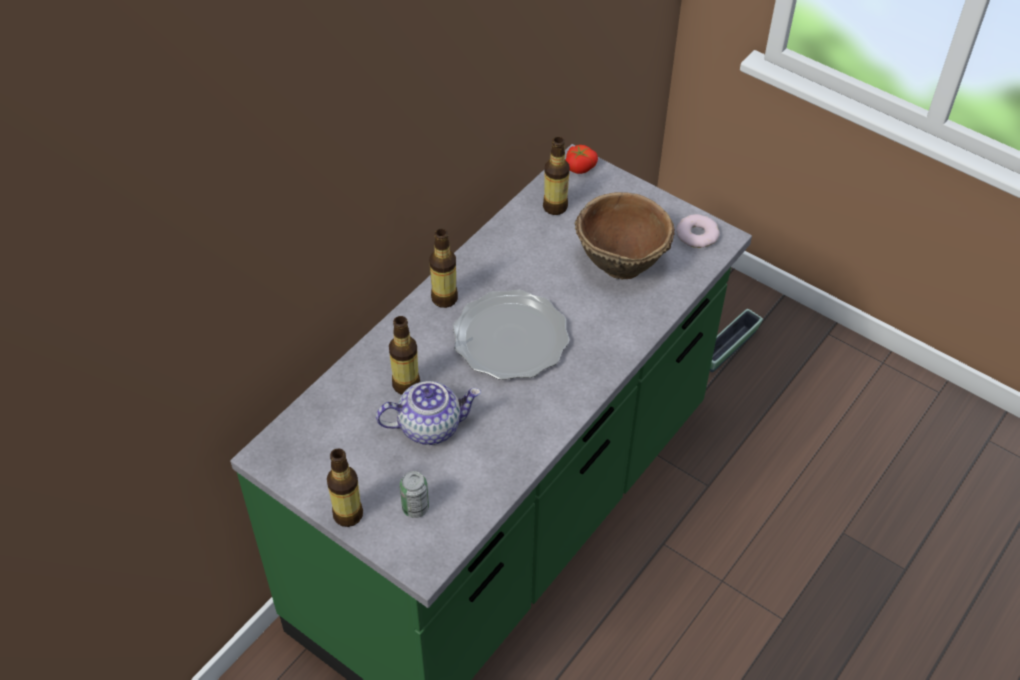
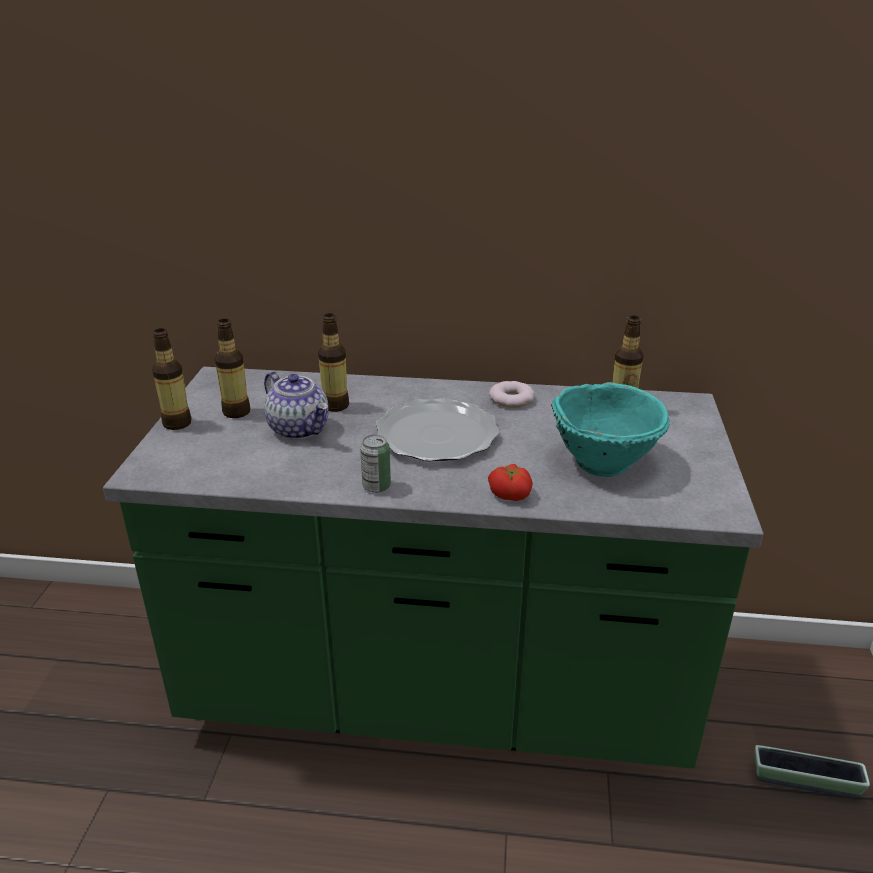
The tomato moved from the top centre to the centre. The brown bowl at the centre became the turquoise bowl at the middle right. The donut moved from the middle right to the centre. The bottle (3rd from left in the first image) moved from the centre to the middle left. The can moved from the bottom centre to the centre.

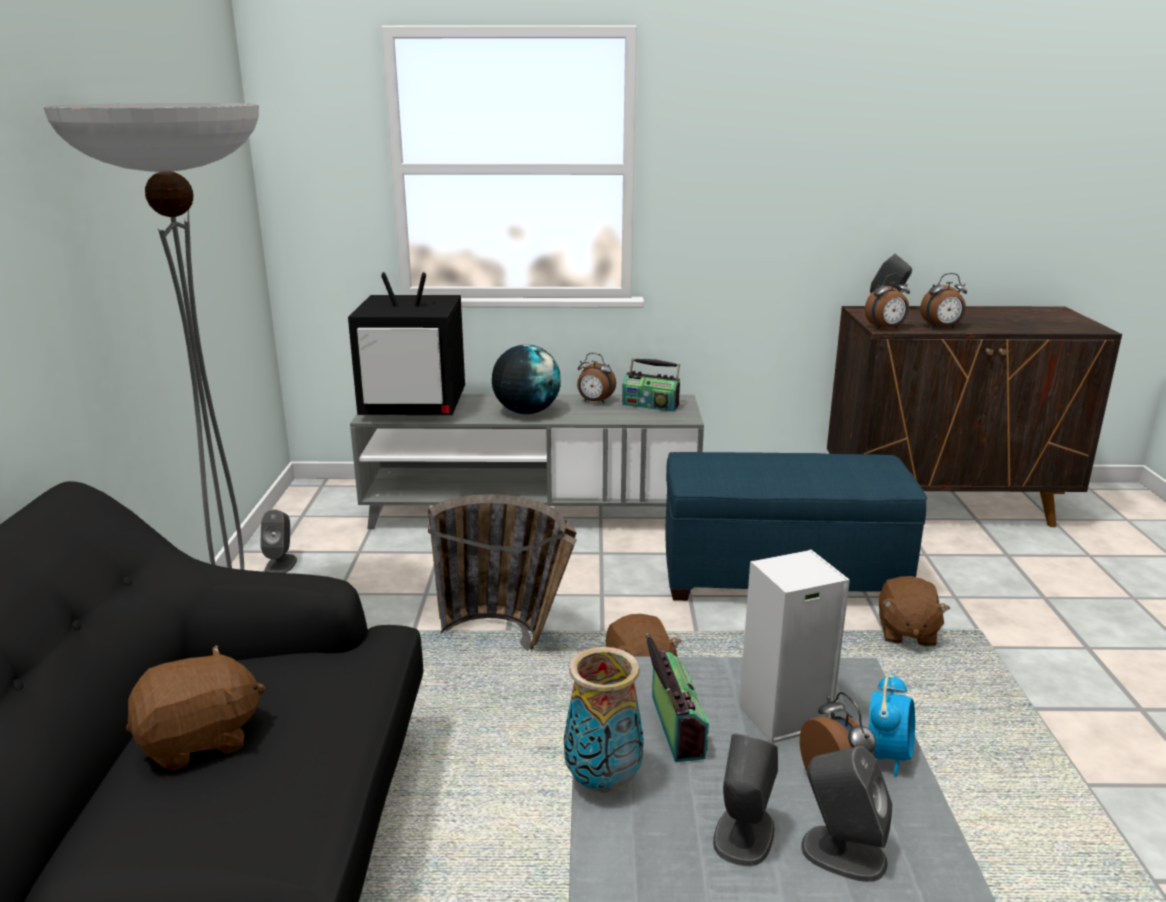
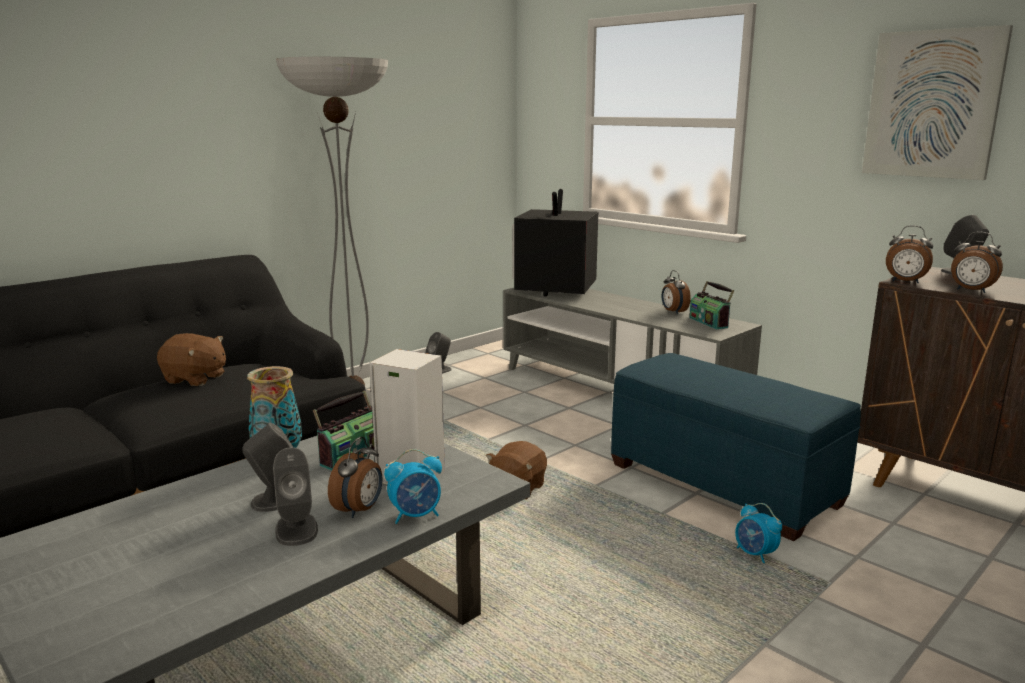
The television at the centre turned 60 degrees clockwise. The globe at the centre disappeared. The basket at the centre disappeared. The brown plush toy (3rd from left) at the bottom right was replaced by the alarm clock (4th from left) at the bottom right. The picture at the top right appeared.

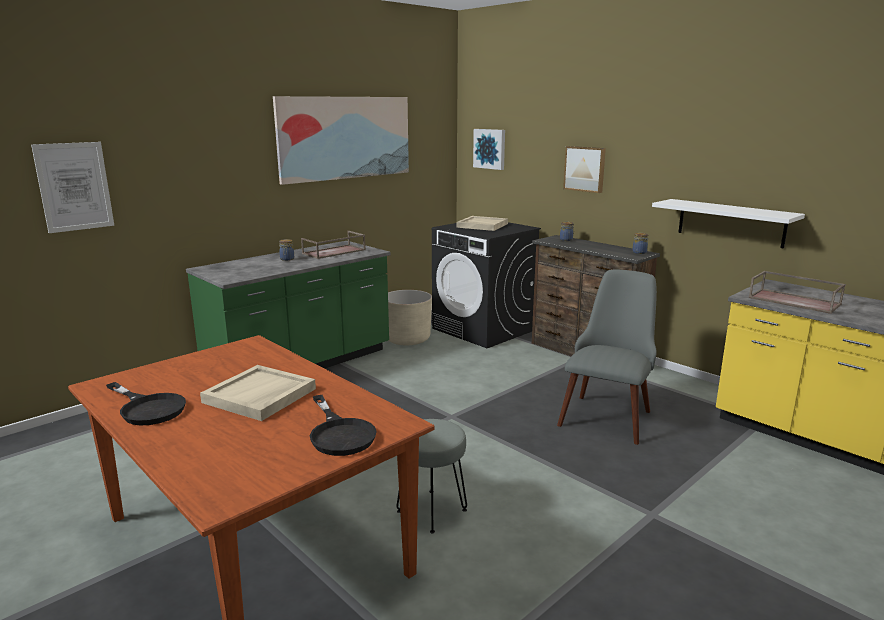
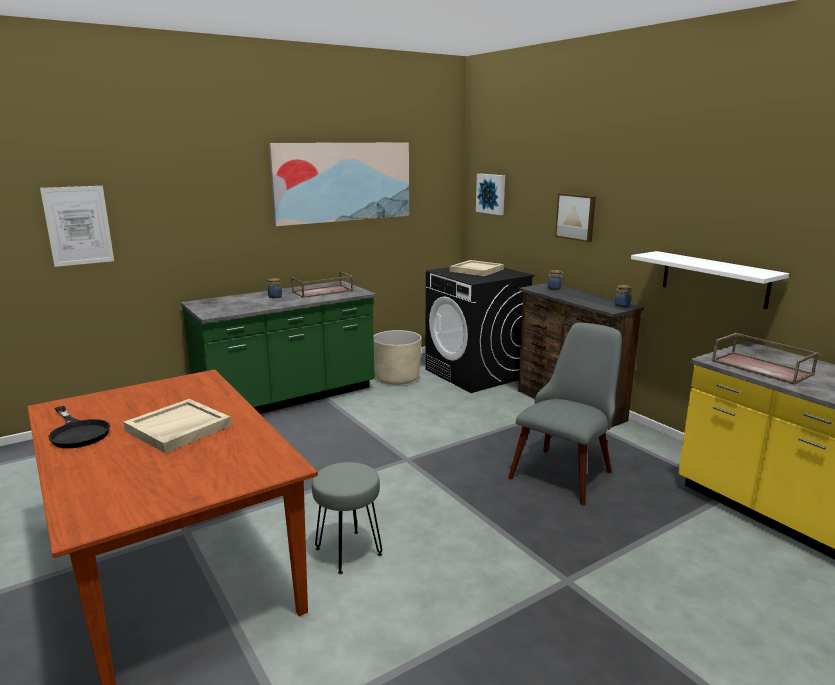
The black frying pan (2nd from left) at the bottom centre disappeared.

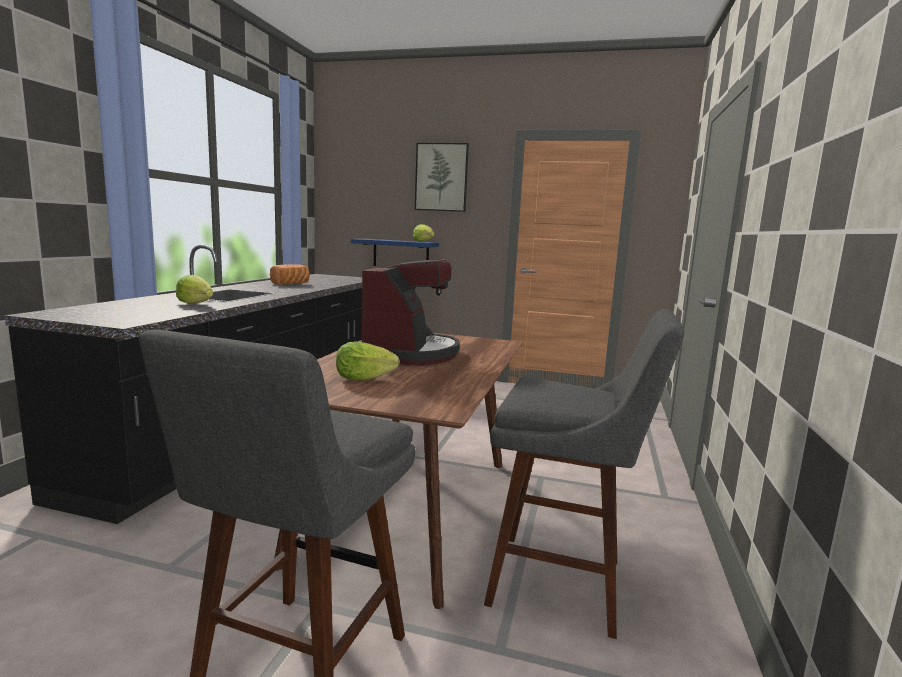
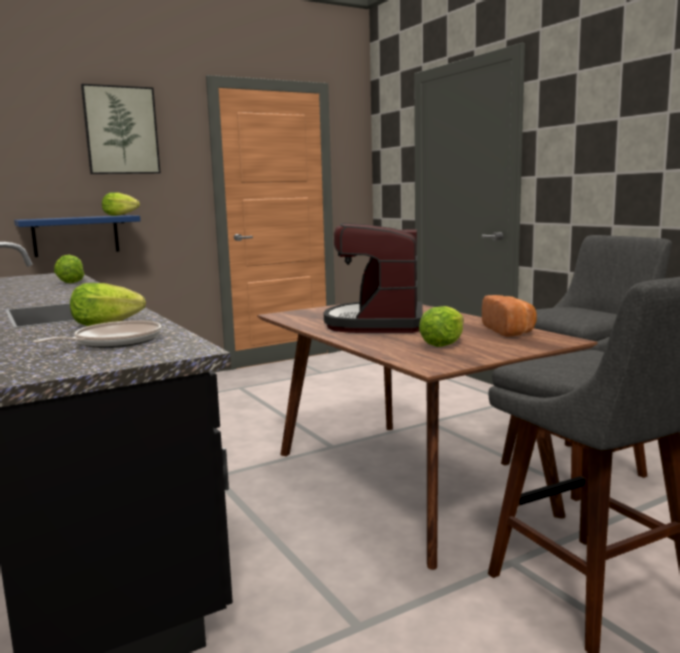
The coffee machine at the centre turned 135 degrees counterclockwise. The bread moved from the middle left to the middle right. The lettuce (1st from left) at the middle left appeared. The frying pan at the middle left appeared.

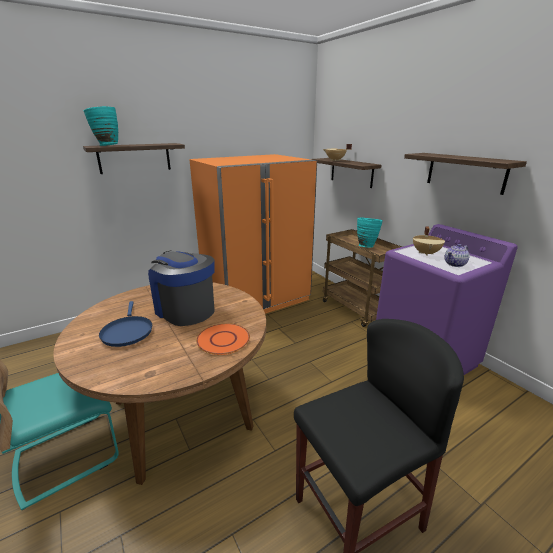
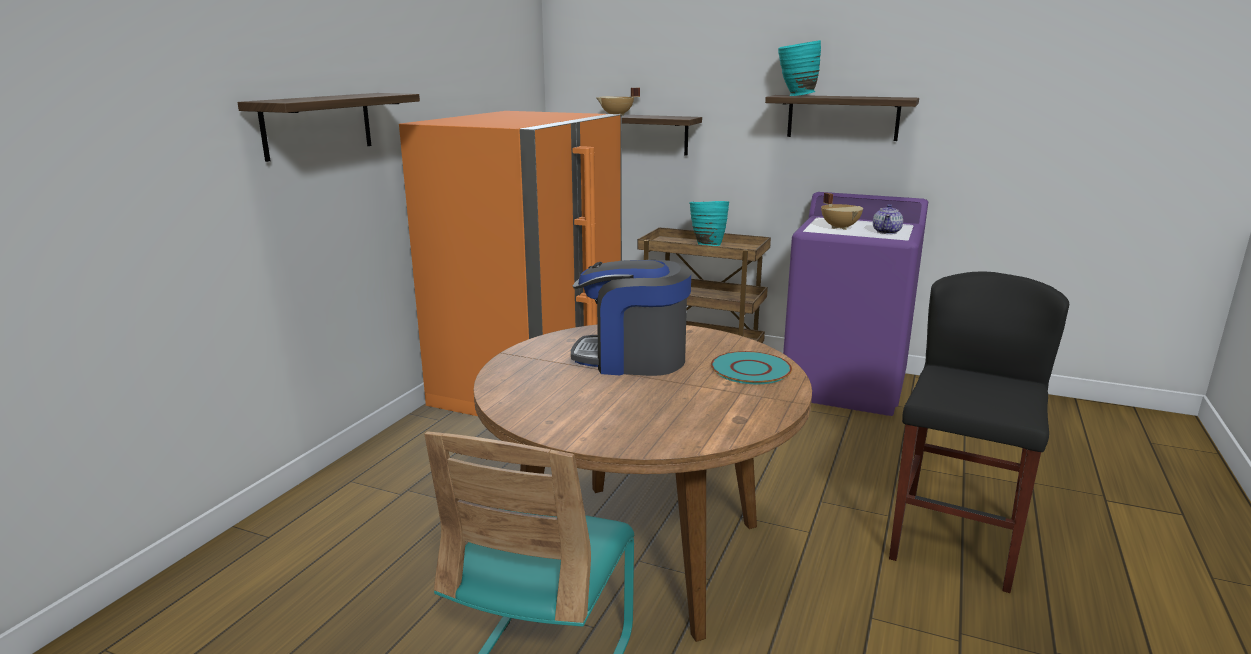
The turquoise vase (1st from left in the first image) moved from the top left to the top centre. The blue frying pan at the middle left disappeared. The orange plate at the centre became the turquoise plate at the centre.

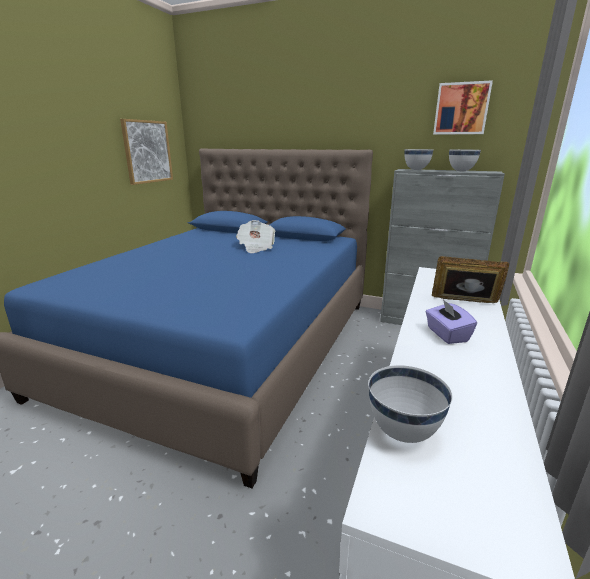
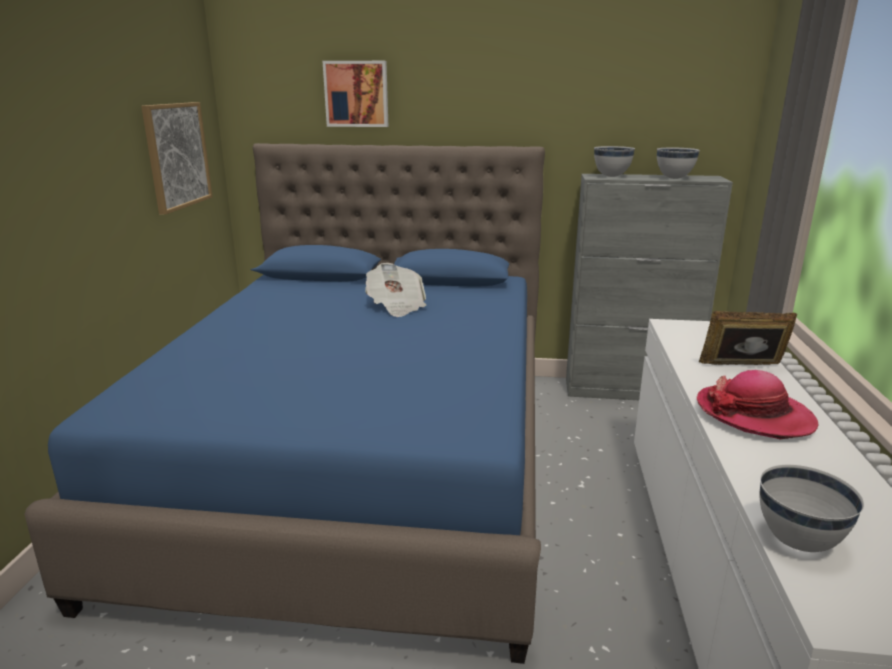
The picture (2nd from left) moved from the top right to the top centre. The purple tissue box at the middle right was replaced by the hat at the middle right.

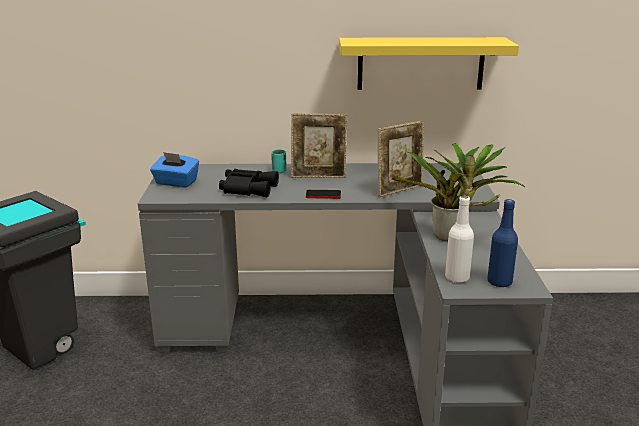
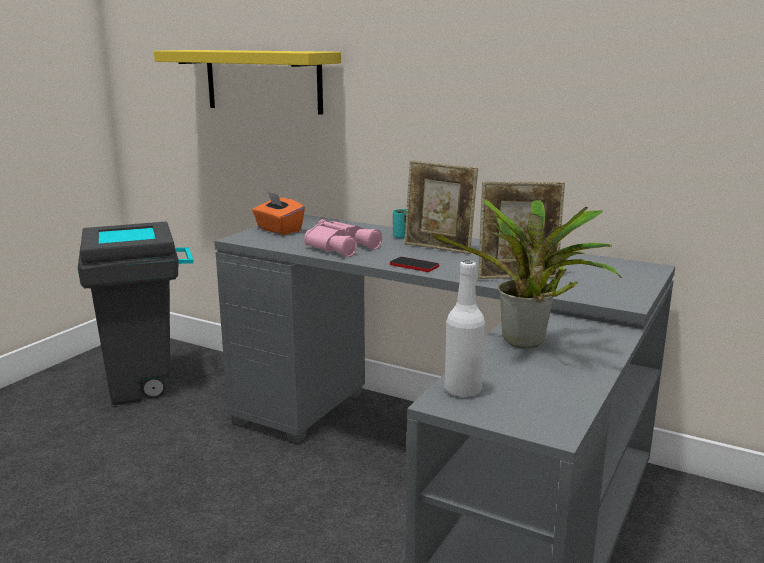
The yellow shelf moved from the top right to the top left. The blue tissue box at the middle left became the orange tissue box at the centre. The black binoculars at the centre became the pink binoculars at the centre. The blue bottle at the middle right disappeared.

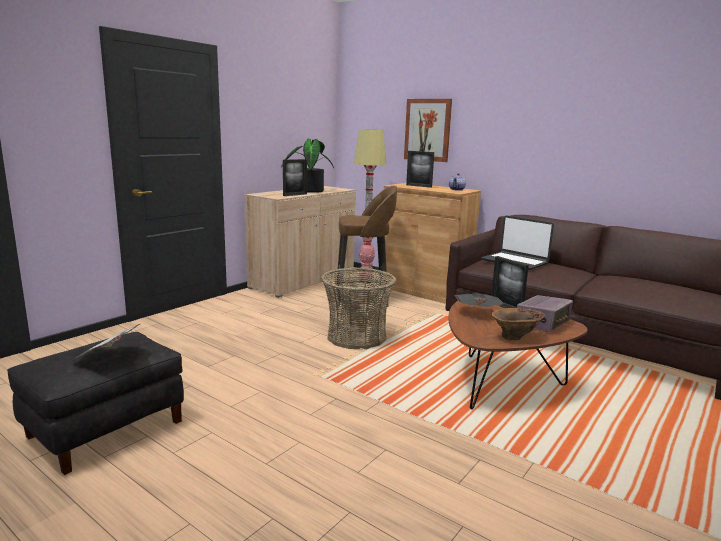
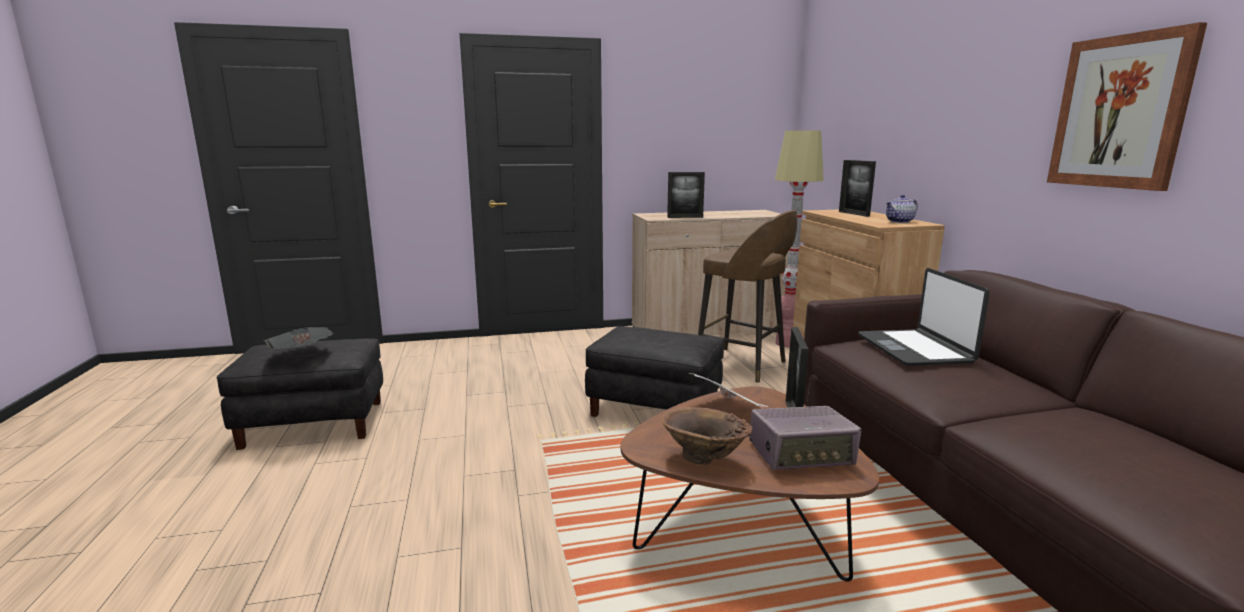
The picture moved from the top centre to the top right. The potted plant at the top centre disappeared. The basket at the centre was replaced by the black ottoman (2nd from left) at the centre.

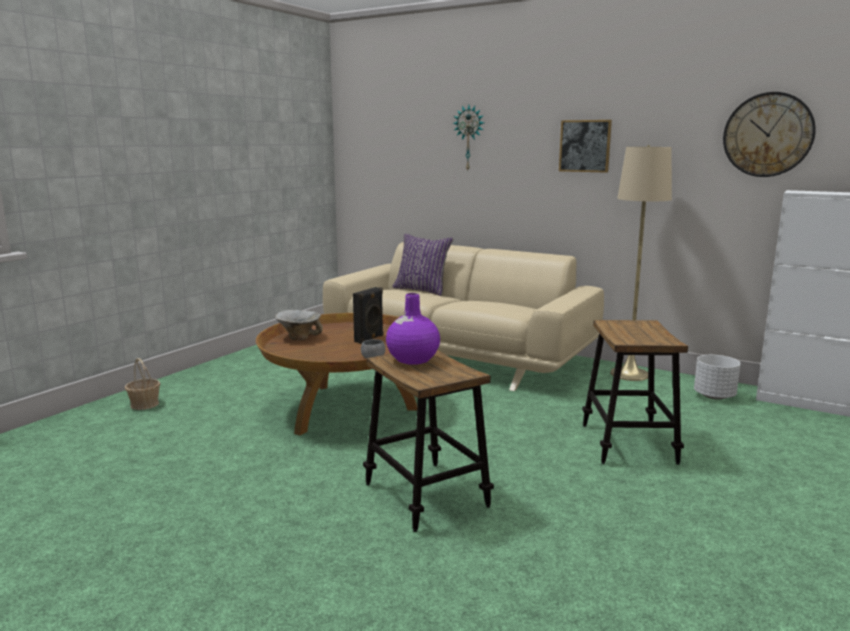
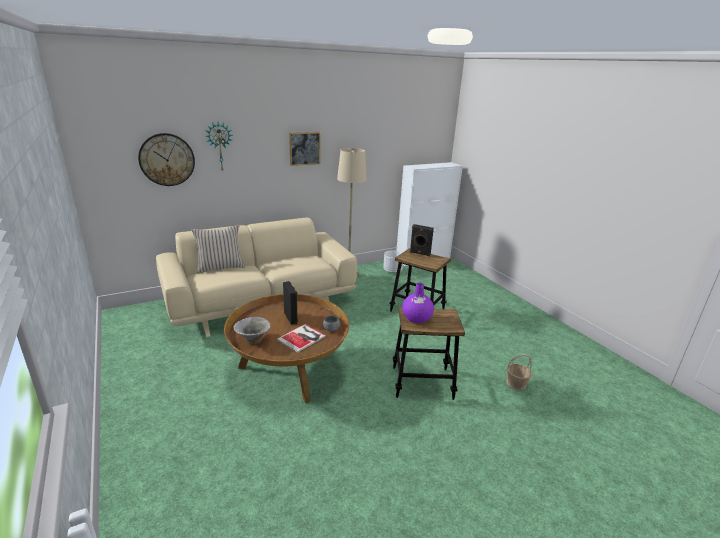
The wall clock (2nd from left in the first image) moved from the top right to the top left. The purple pillow at the centre became the beige pillow at the middle left. The basket moved from the middle left to the bottom right. The black speaker (2nd from left) at the centre appeared. The book at the centre appeared.

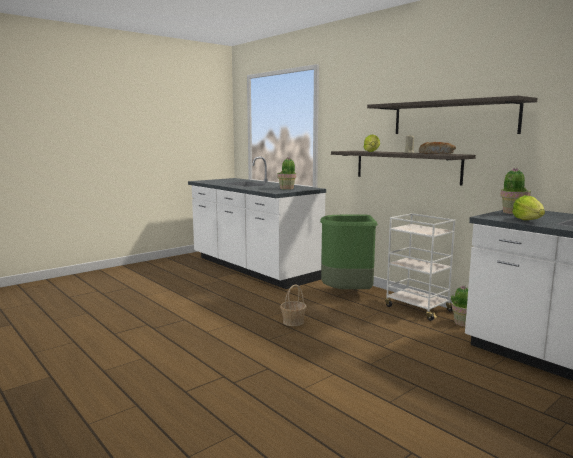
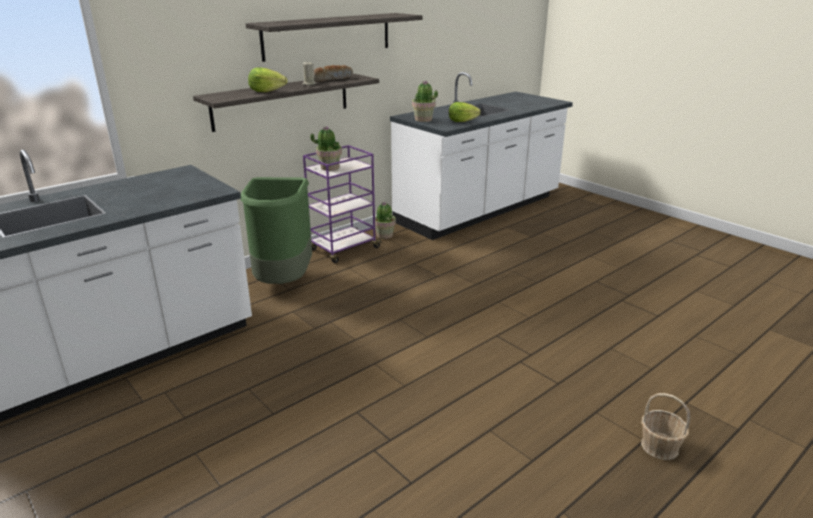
The potted plant (1st from left) moved from the centre to the top centre. The white cart at the middle right became the purple cart at the centre. The basket moved from the centre to the bottom right.

